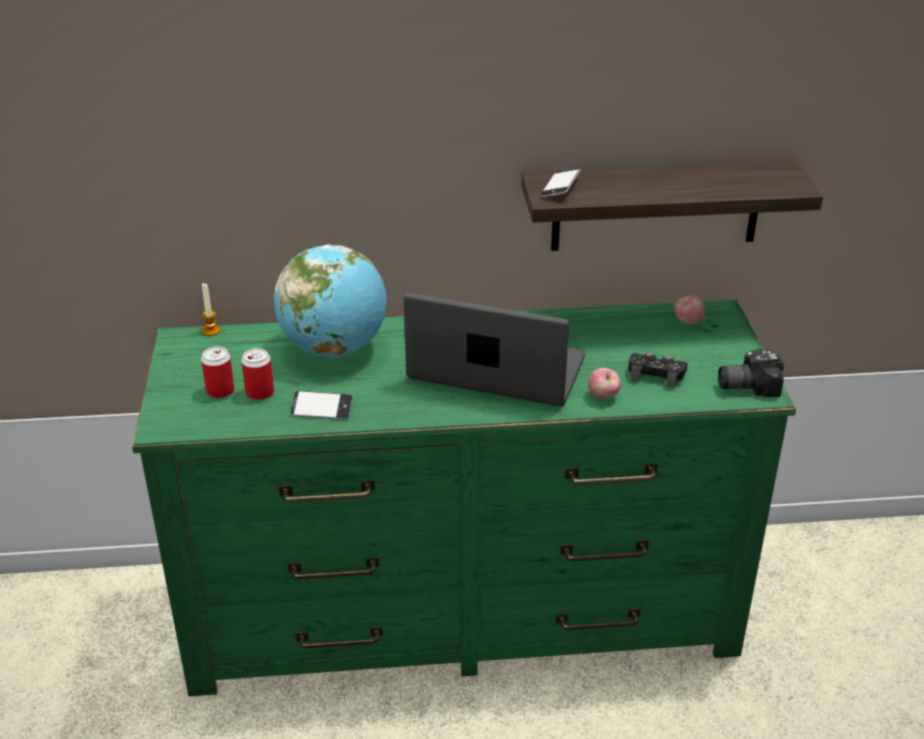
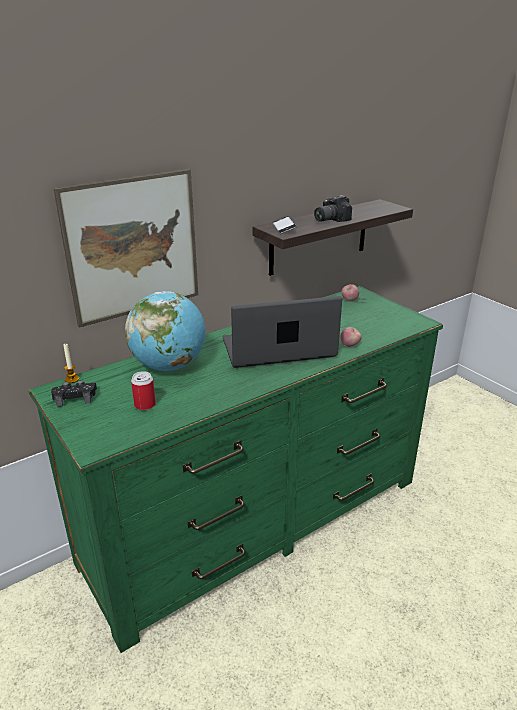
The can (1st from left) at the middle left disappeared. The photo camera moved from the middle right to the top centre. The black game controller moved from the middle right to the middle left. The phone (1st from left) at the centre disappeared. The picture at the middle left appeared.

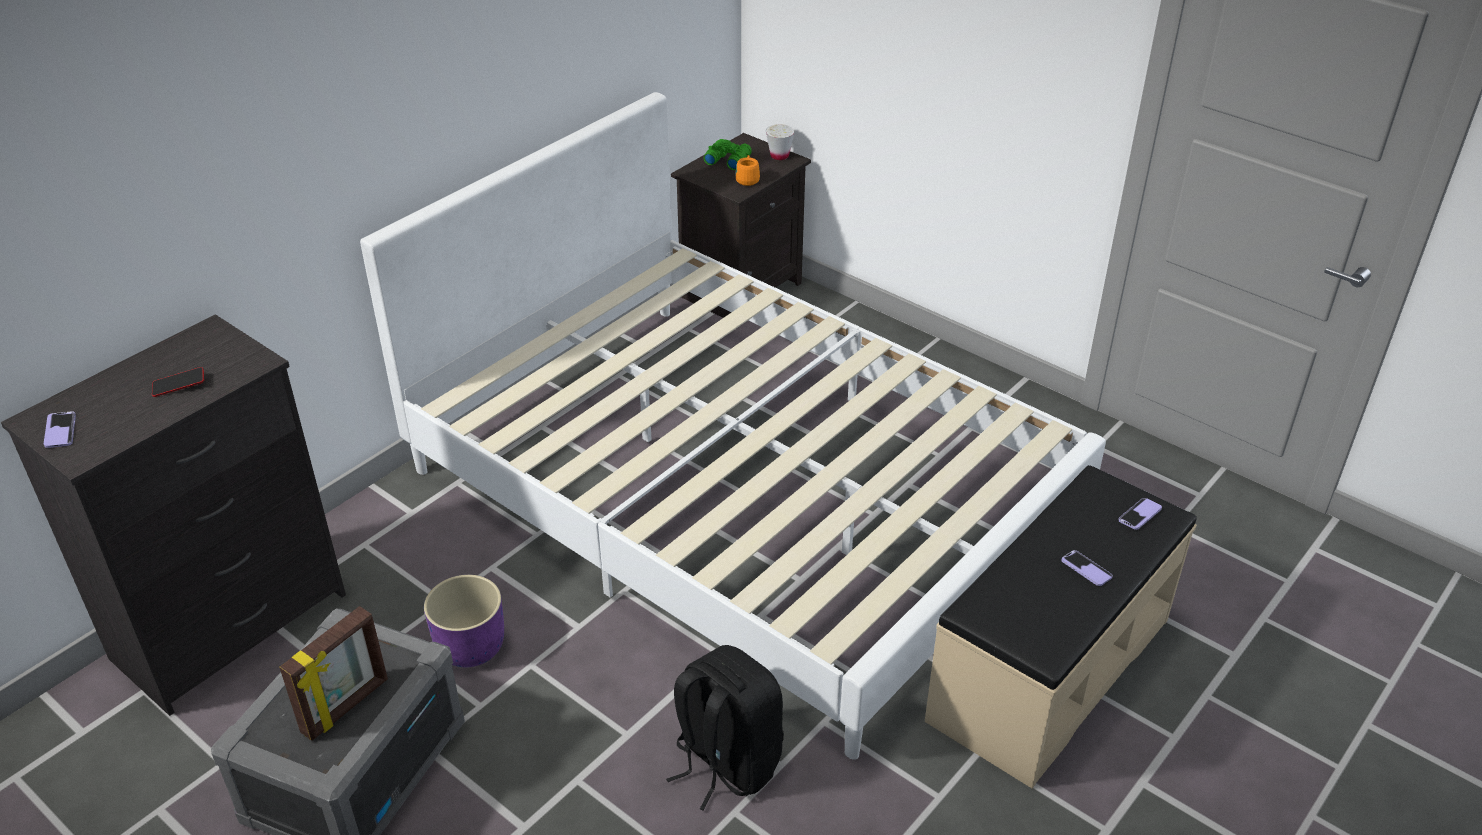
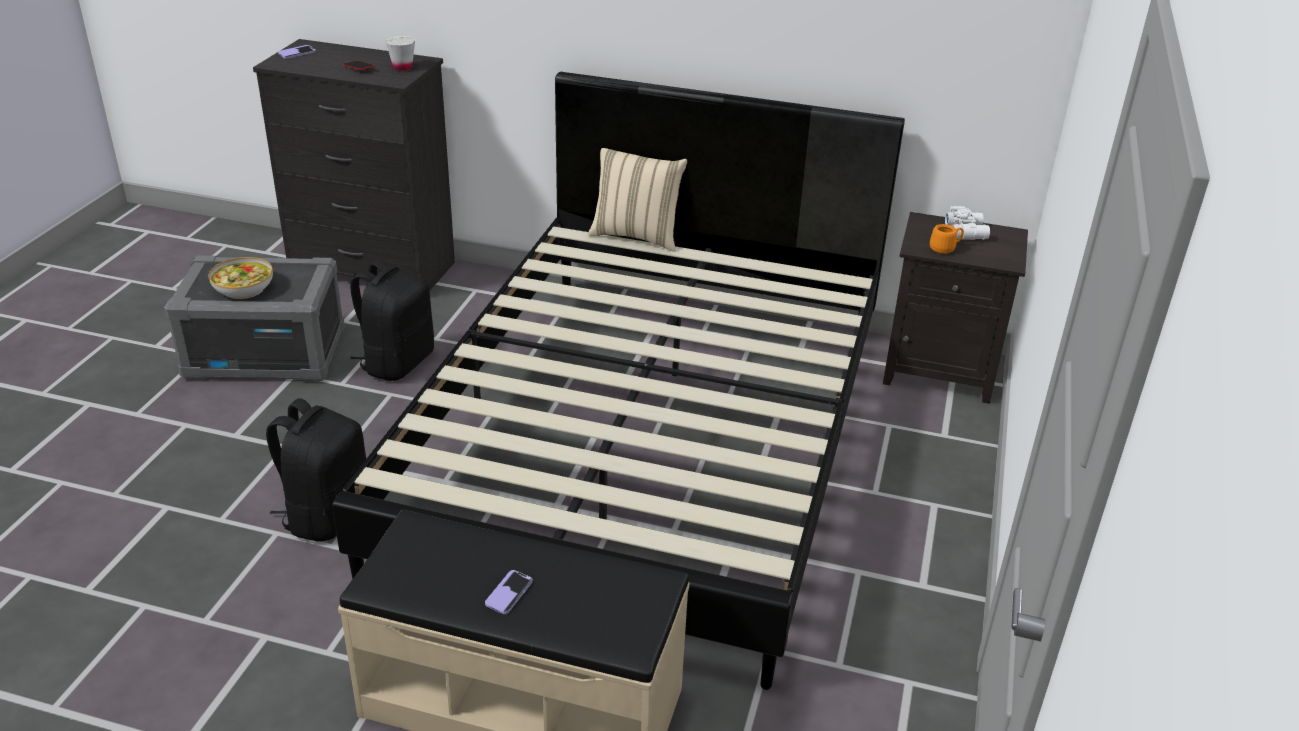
The white bed at the centre became the black bed at the centre. The white cup moved from the top centre to the top left. The green binoculars at the top centre became the white binoculars at the top right. The phone (4th from left) at the middle right disappeared. The purple planter at the bottom left was replaced by the black backpack (2nd from left) at the middle left. The picture frame at the bottom left was replaced by the bowl at the middle left. The beige pillow at the top centre appeared.

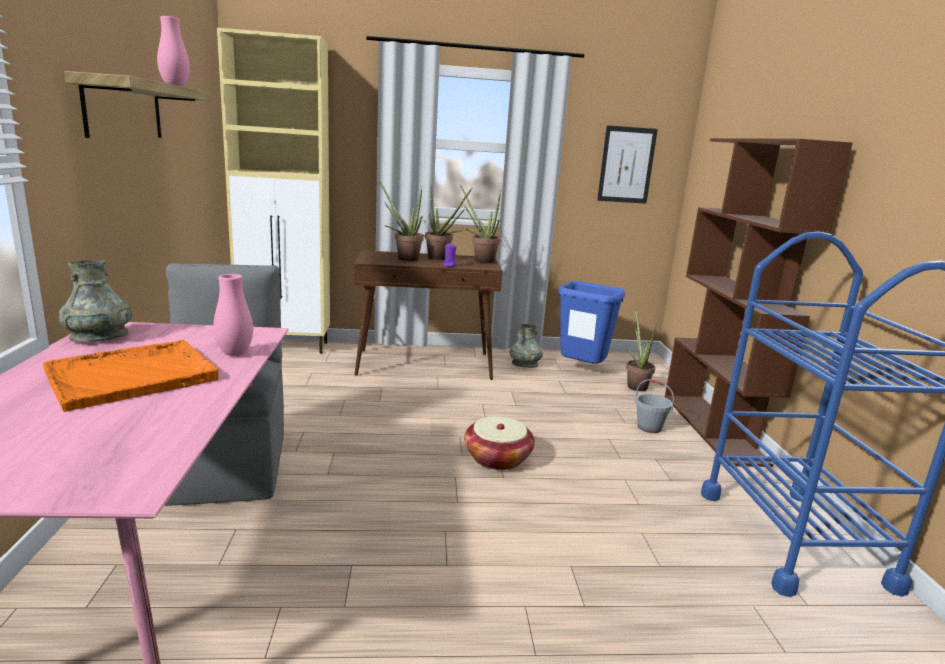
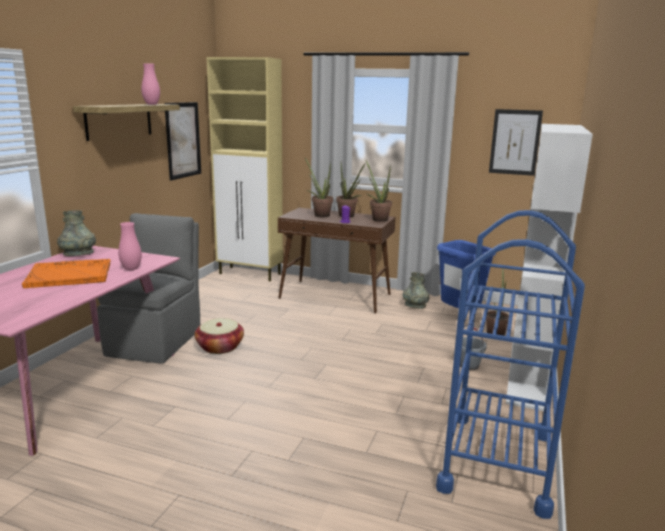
The brown bookcase at the middle right became the white bookcase at the middle right. The basket moved from the bottom centre to the middle left. The picture (1st from left) at the top left appeared.

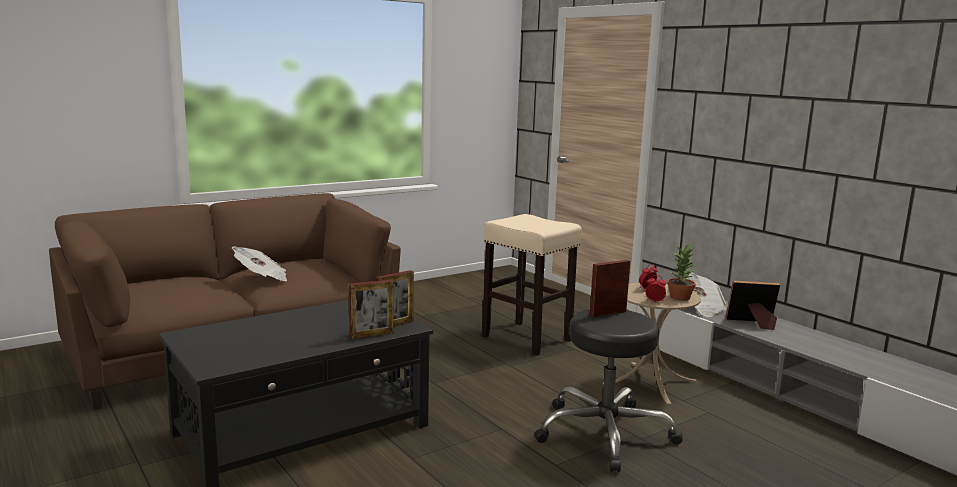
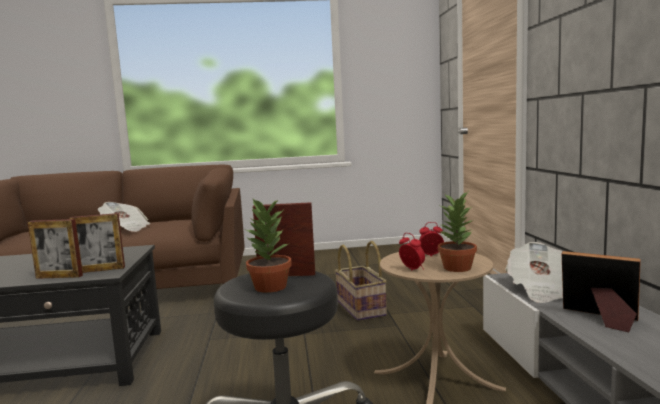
The beige stool at the centre was replaced by the basket at the bottom centre. The potted plant (1st from left) at the centre appeared.

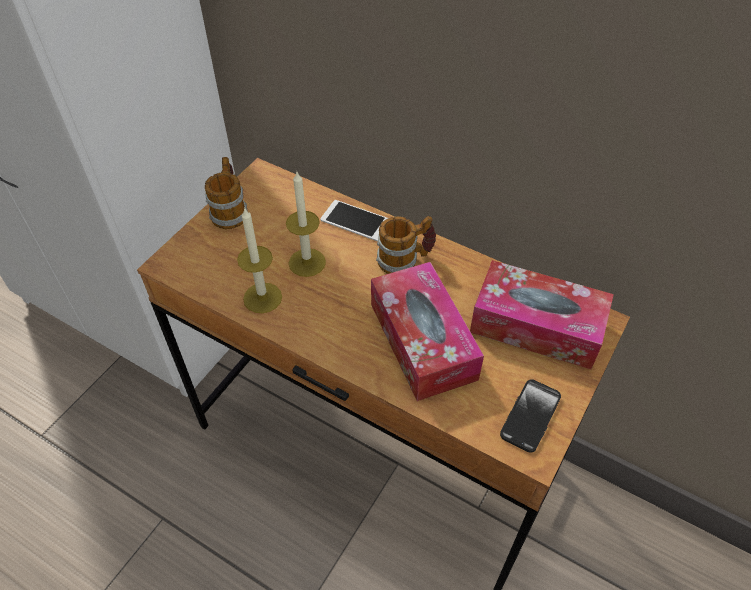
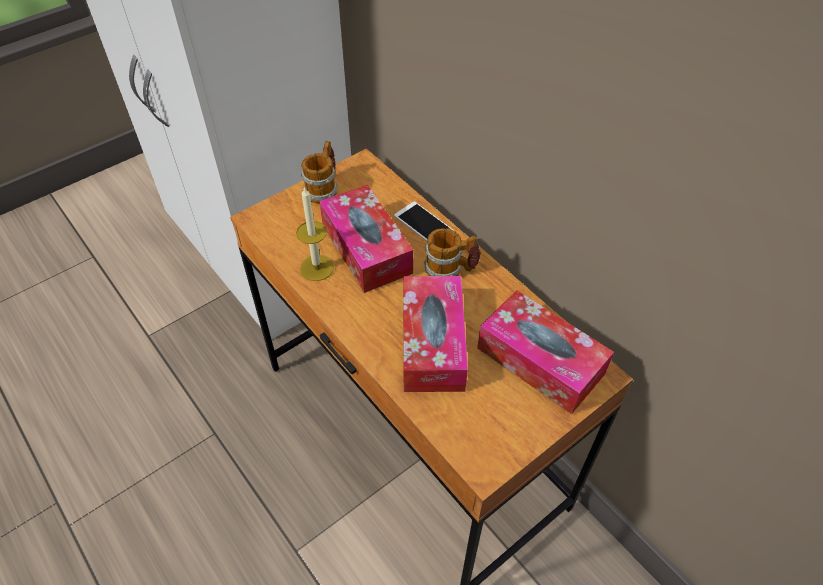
The candle (2nd from left) at the centre was replaced by the tissue box (1st from left) at the centre. The phone (2nd from left) at the bottom right disappeared.

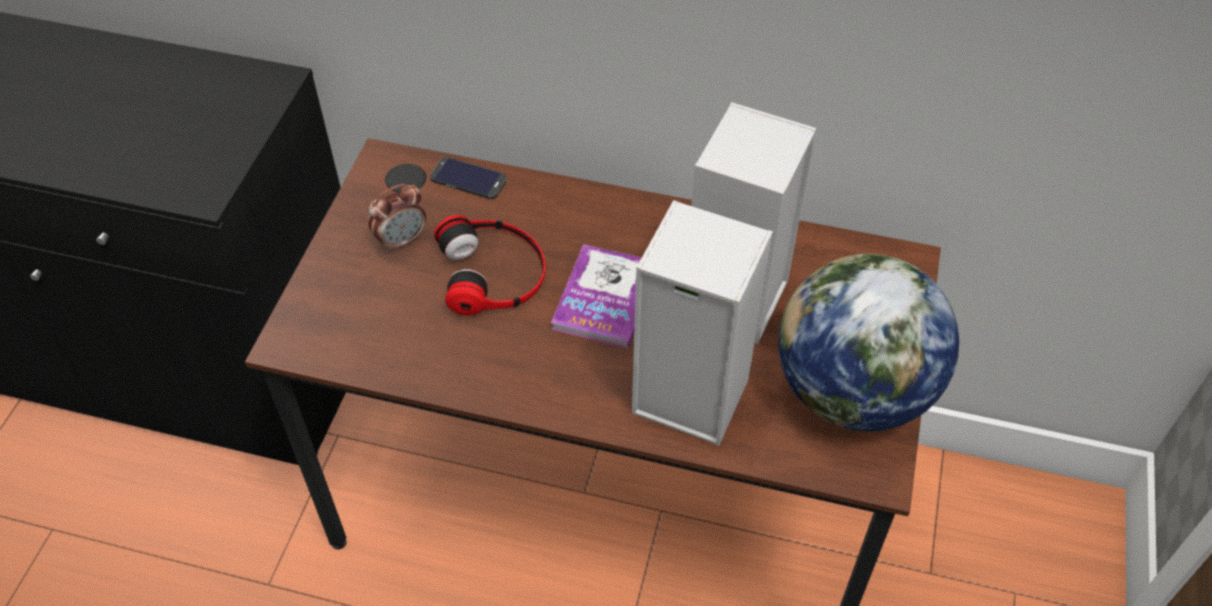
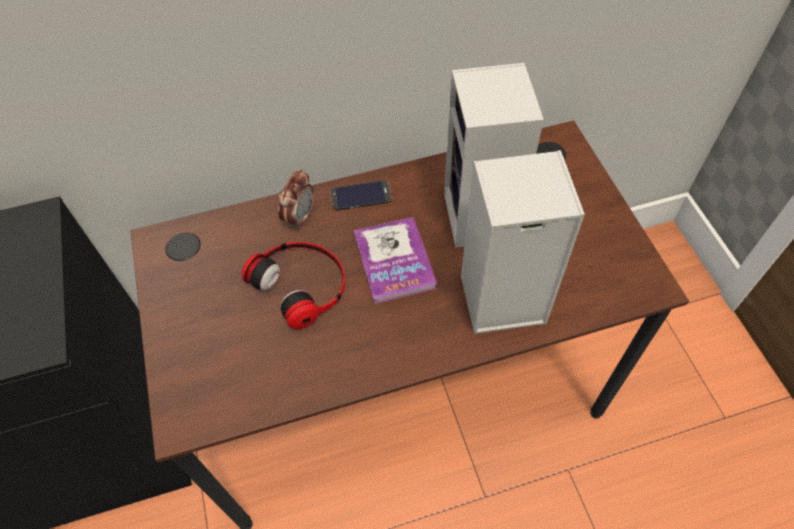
The phone moved from the top centre to the centre. The alarm clock moved from the middle left to the centre. The globe at the middle right disappeared.

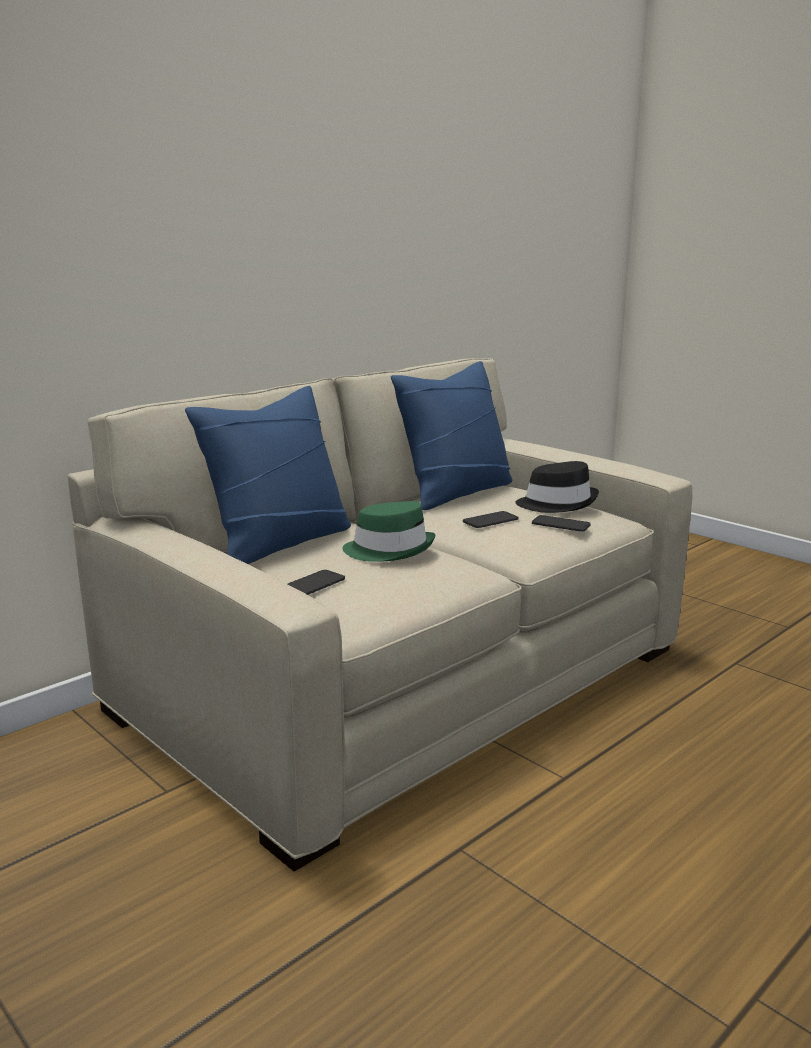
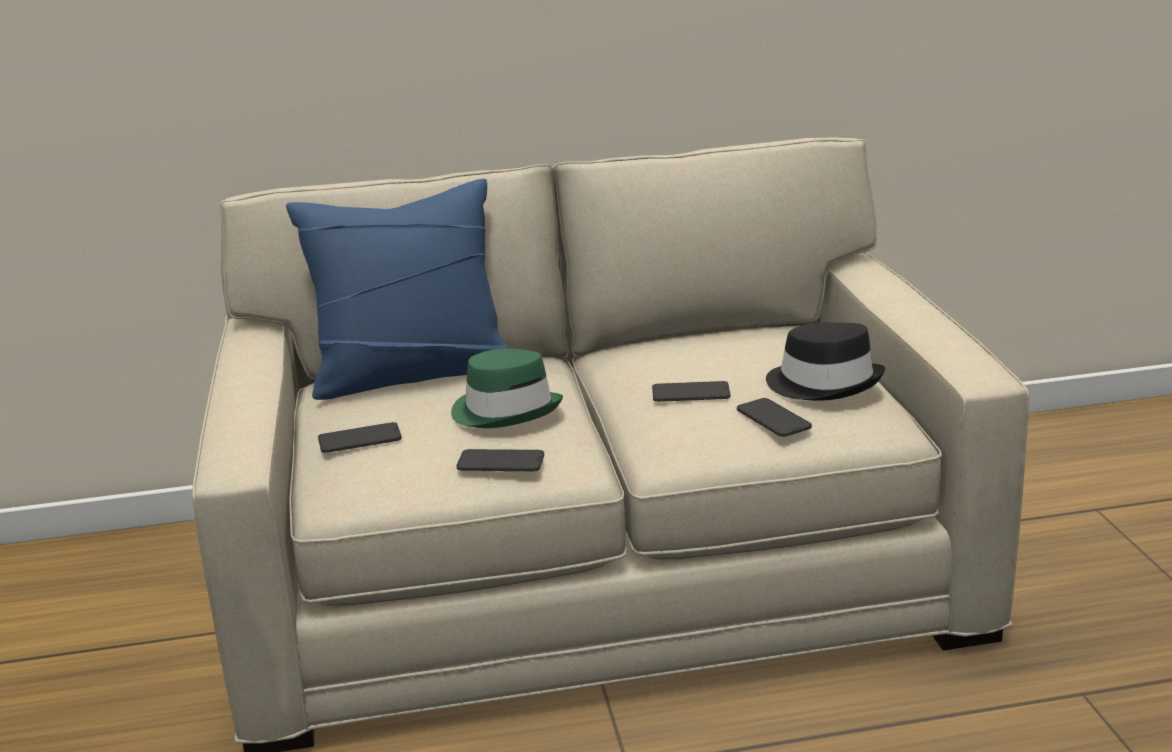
The blue pillow (2nd from left) at the centre disappeared. The phone (2nd from left) at the centre appeared.

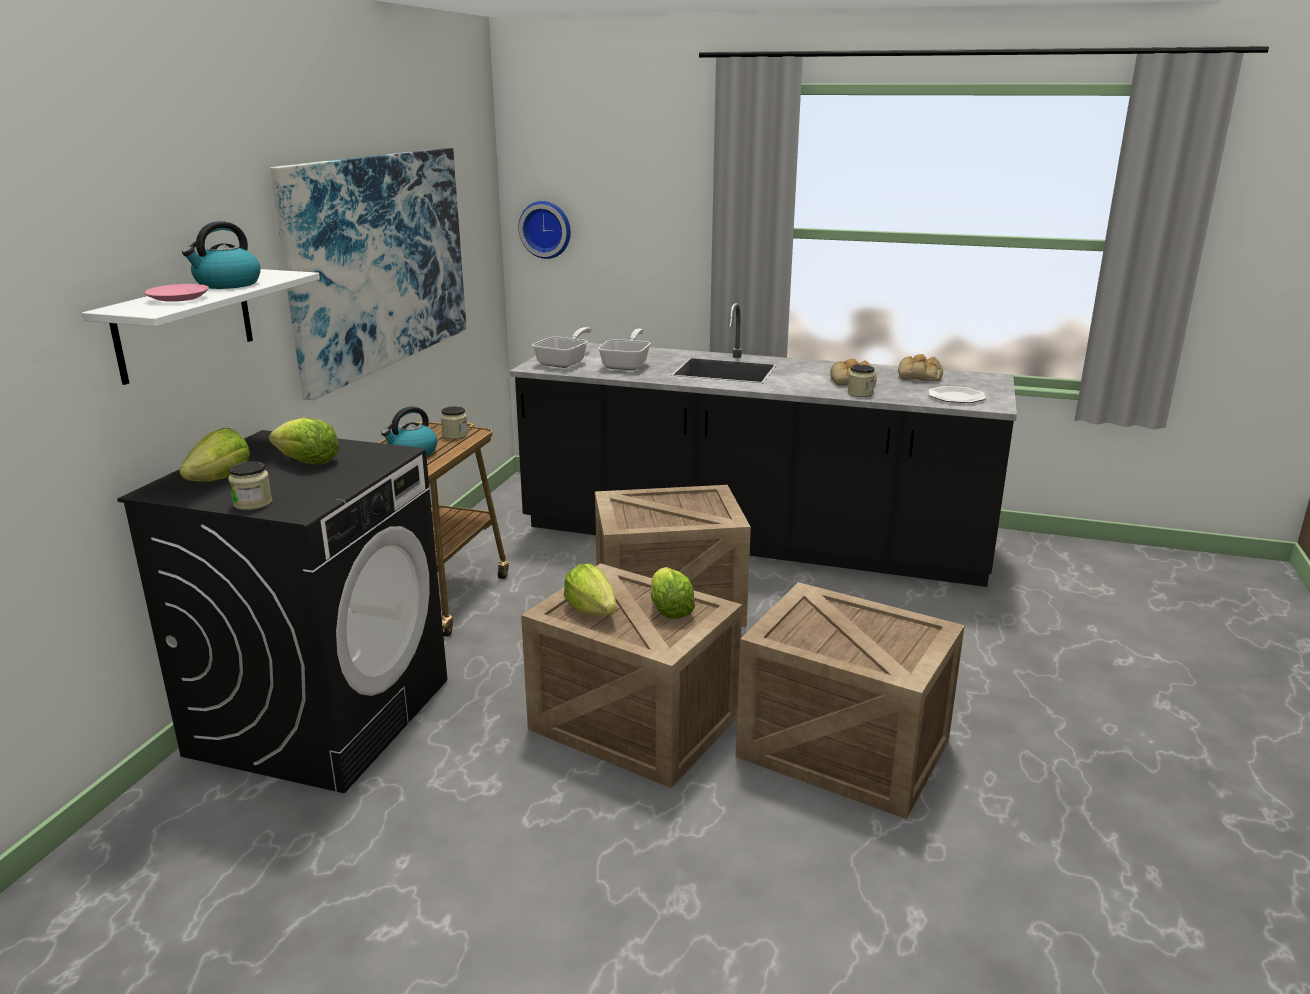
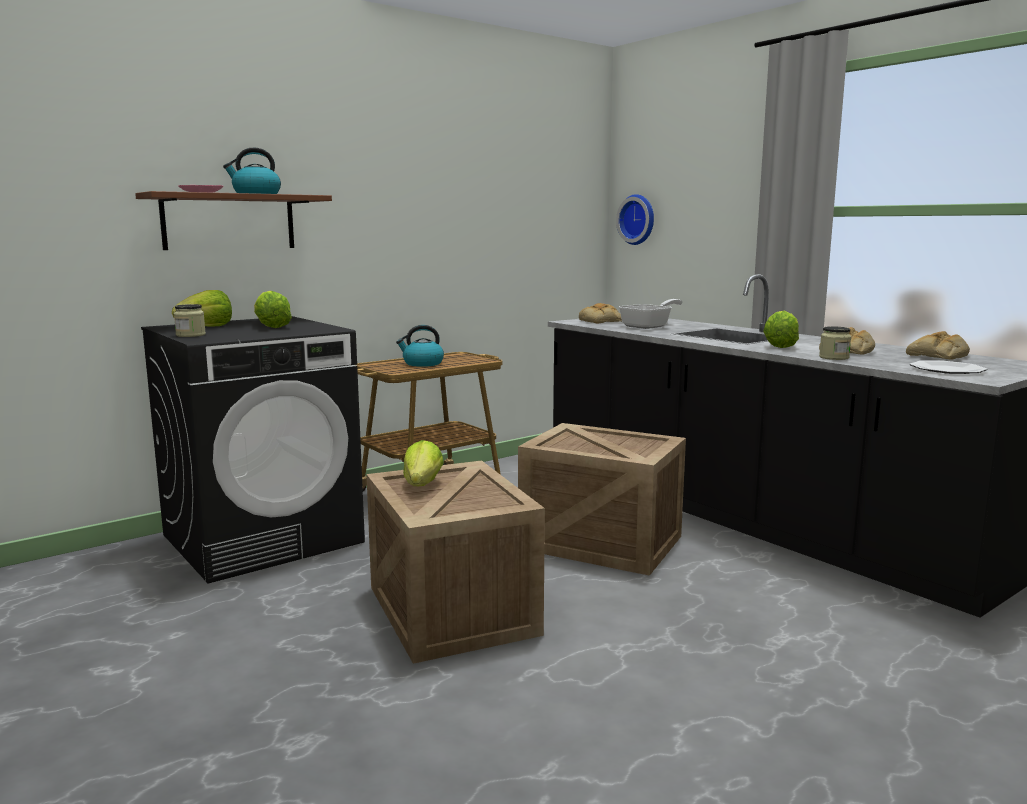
The picture at the top left disappeared. The white shelf at the top left became the brown shelf at the top left. The frying pan (1st from left) at the centre was replaced by the bread (1st from left) at the centre. The jar (2nd from left) at the centre disappeared. The lettuce (4th from left) moved from the centre to the middle right. The crate (3rd from left) at the bottom centre disappeared.

